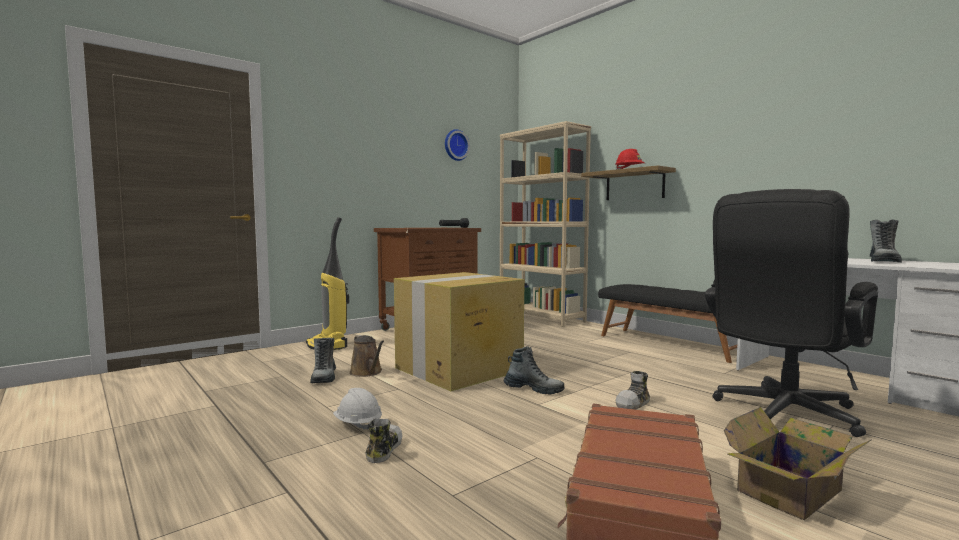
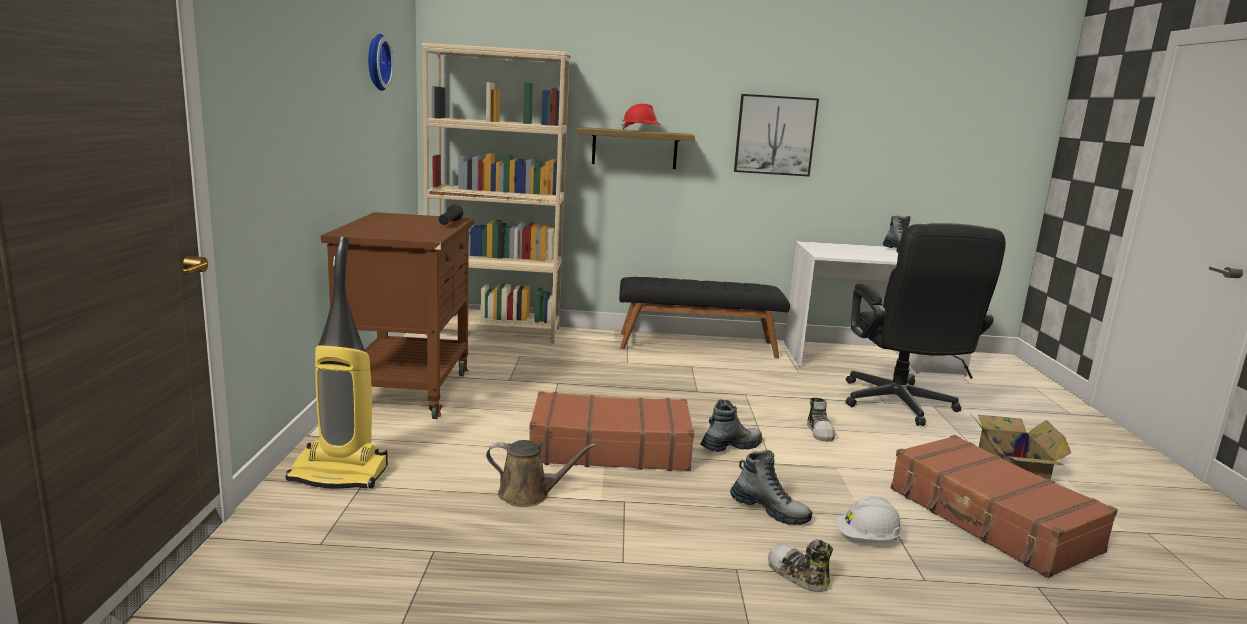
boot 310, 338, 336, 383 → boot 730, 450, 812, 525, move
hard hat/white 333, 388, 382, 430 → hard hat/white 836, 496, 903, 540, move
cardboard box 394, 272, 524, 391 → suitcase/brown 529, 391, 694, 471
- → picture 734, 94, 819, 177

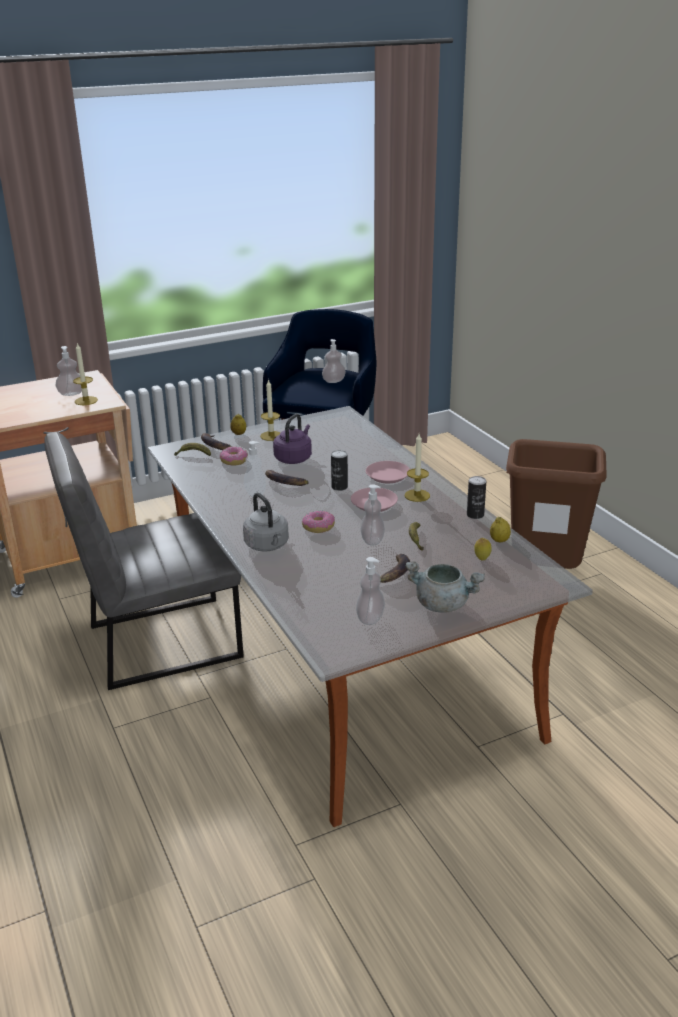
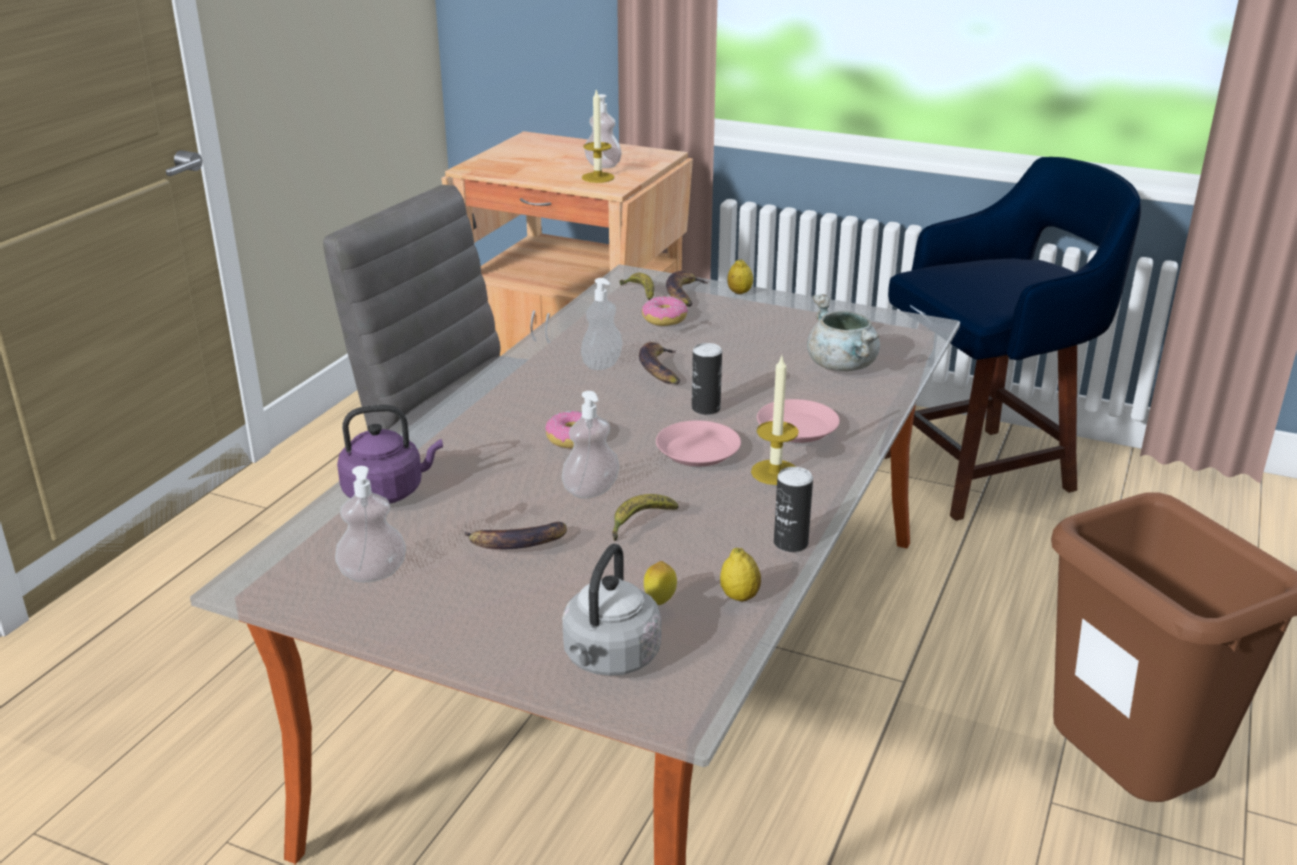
kettle/grey 243, 492, 289, 552 → kettle/grey 562, 544, 661, 676, move
candle 260, 379, 280, 441 → -
kettle/purple 273, 414, 312, 464 → kettle/purple 337, 405, 443, 504, move
soap dispenser 322, 339, 346, 383 → -
cooking pot/grey 405, 561, 485, 613 → cooking pot/grey 807, 294, 880, 371, move

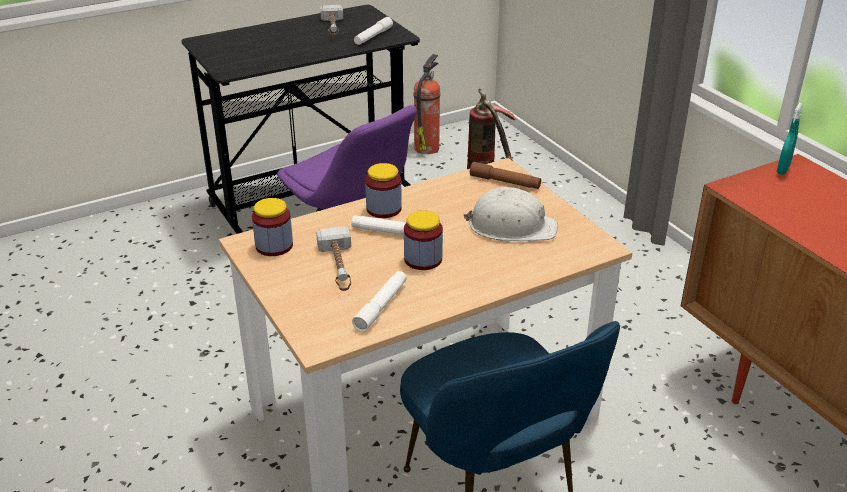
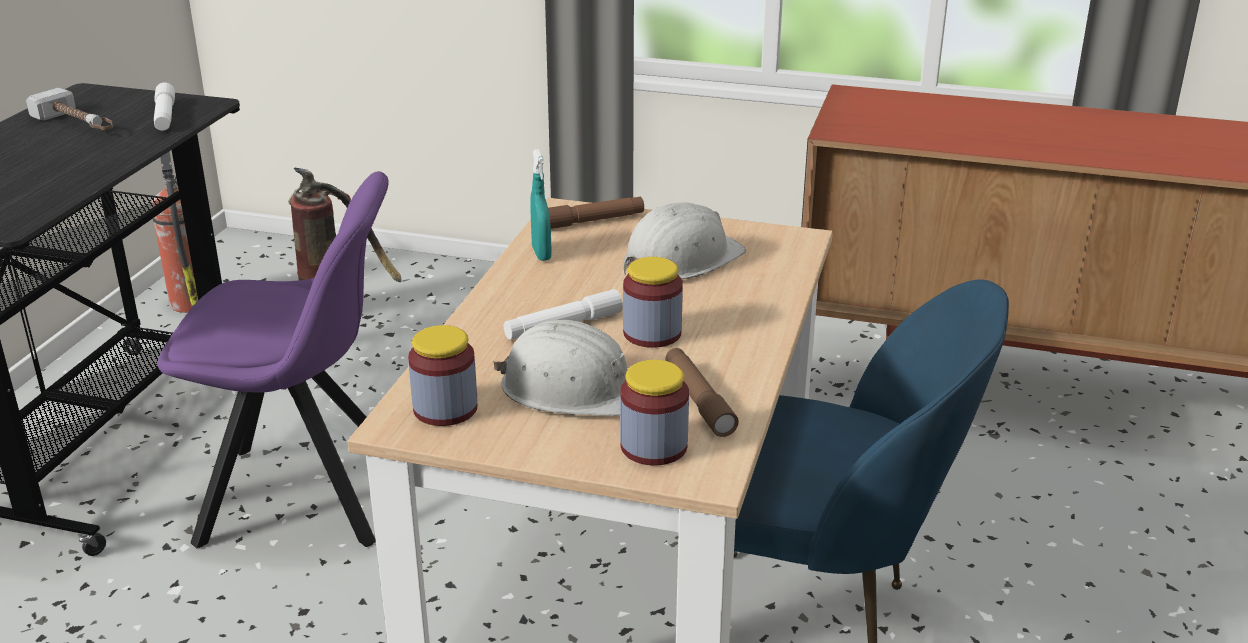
hammer 316, 226, 351, 291 → hard hat/white 493, 320, 628, 416
flashlight/white 352, 271, 407, 332 → flashlight/brown 665, 348, 739, 437
jar 365, 163, 402, 218 → jar 620, 360, 689, 465, move
spray bottle/turquoise 777, 103, 803, 175 → spray bottle/turquoise 530, 149, 551, 261, move

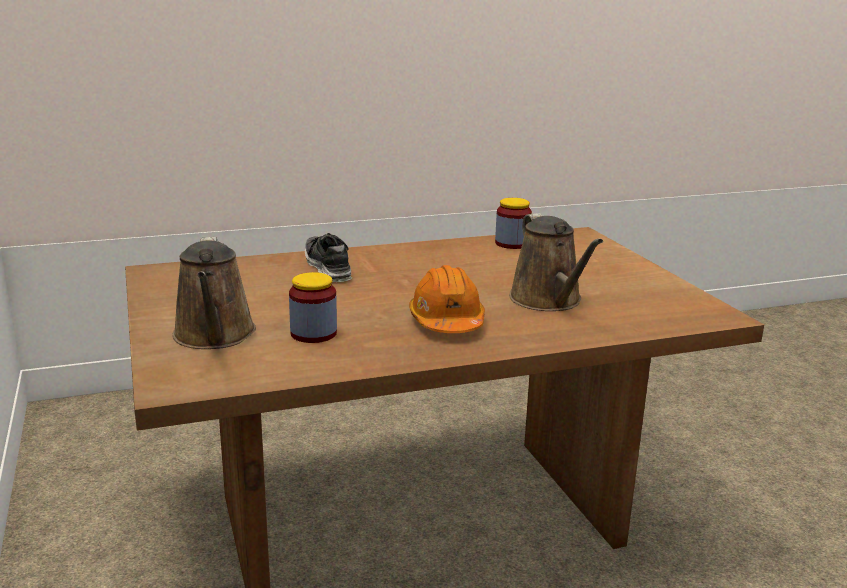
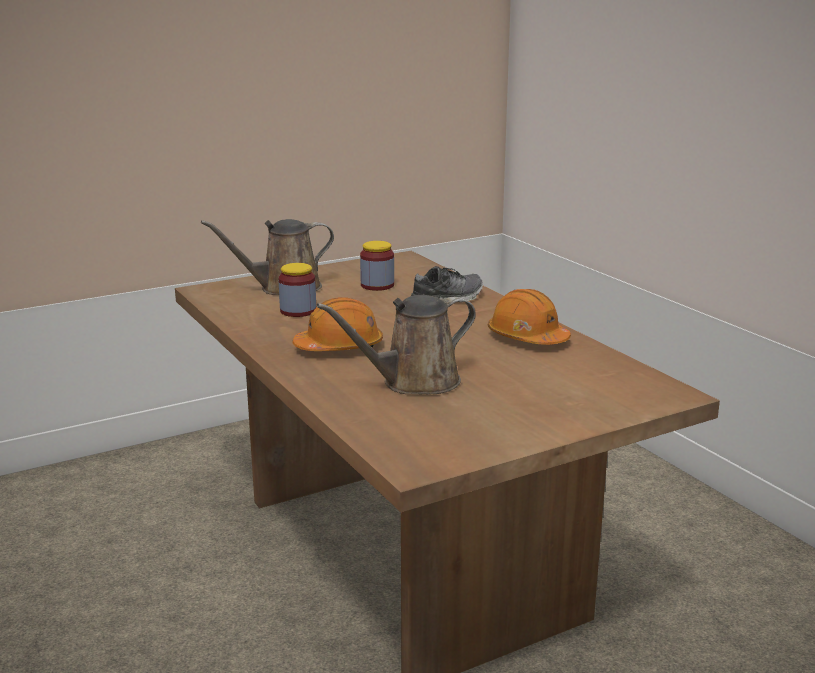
jar 495, 198, 532, 249 → jar 360, 241, 394, 291, move
- → hard hat/orange 488, 289, 571, 345

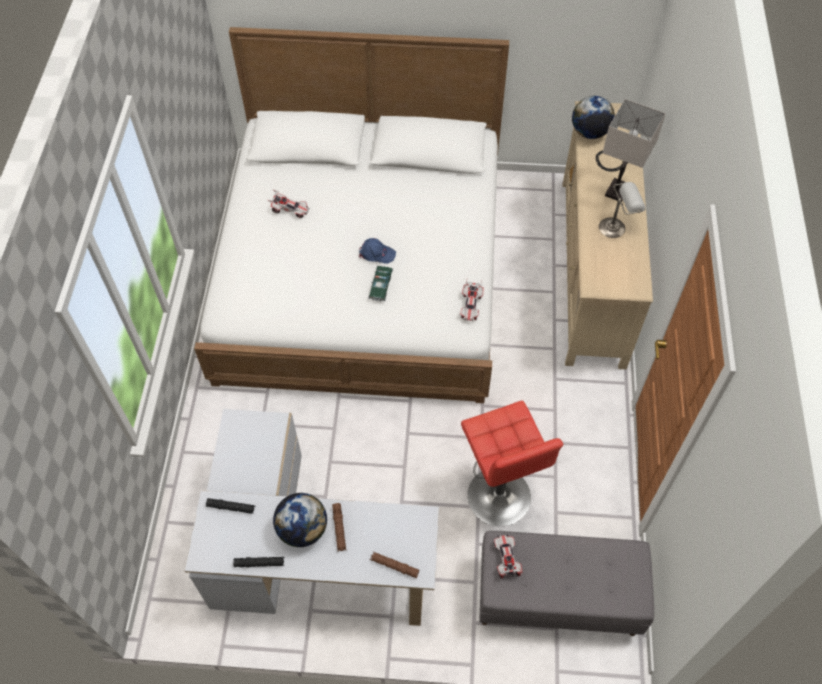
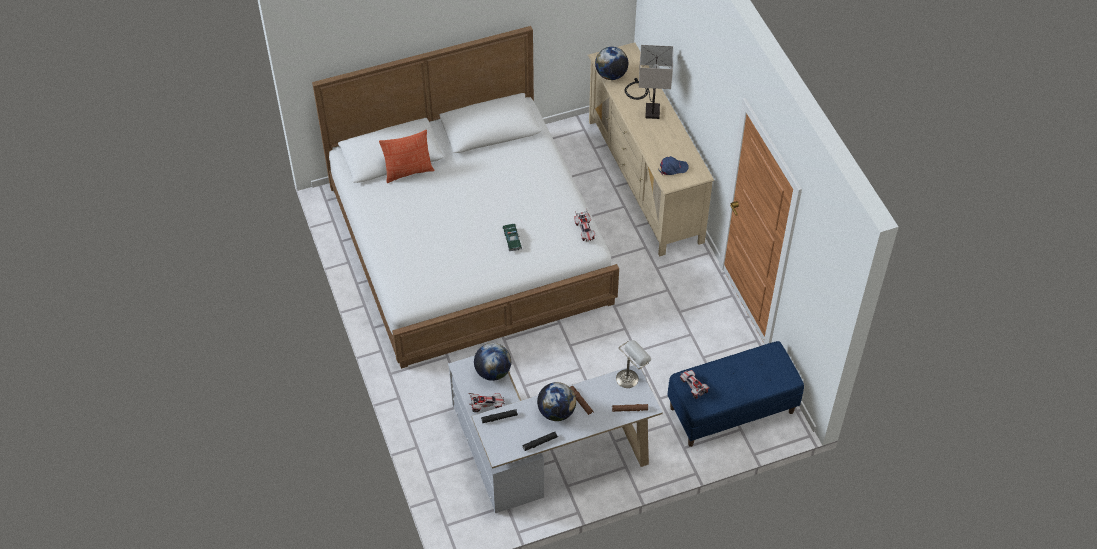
toy car 268, 190, 309, 218 → toy car 468, 393, 505, 412, move
cap/blue 359, 238, 396, 264 → cap/blue 658, 156, 688, 176, move
stool/red 461, 400, 563, 526 → -
bench/grey 479, 531, 654, 636 → bench/blue 667, 341, 804, 447
table lamp/white 599, 182, 646, 238 → table lamp/white 616, 340, 651, 388, move
- → pillow/orange 379, 130, 434, 183
- → globe 474, 343, 511, 381

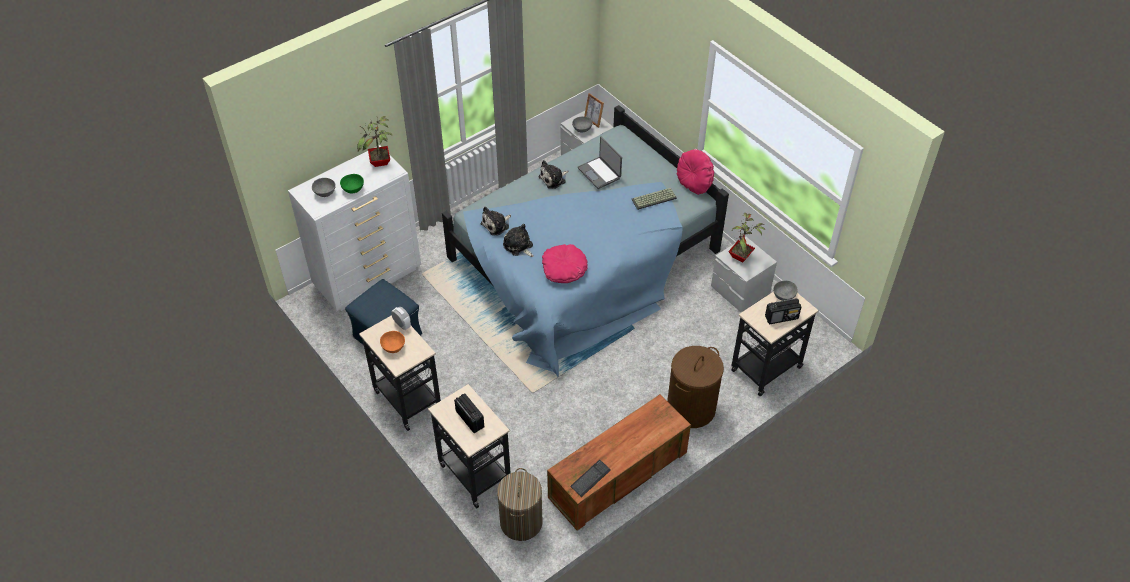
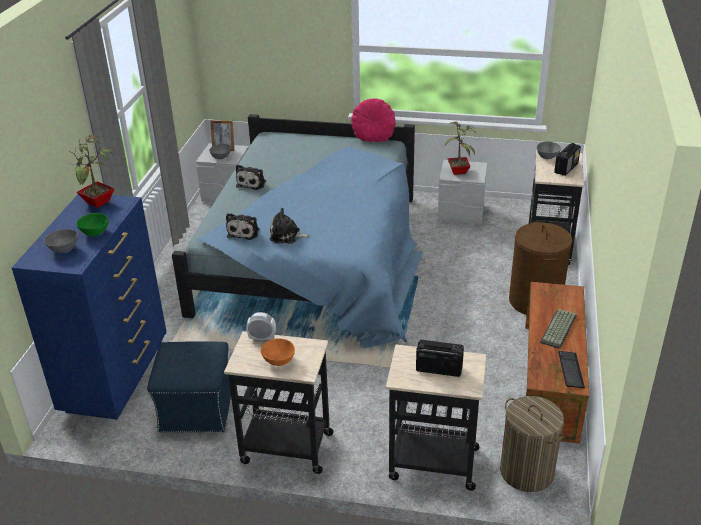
dresser/white 288, 145, 421, 311 → dresser/blue 12, 194, 167, 420
pillow/pink 542, 244, 587, 283 → -
laptop 578, 137, 622, 189 → -
keyboard 632, 188, 677, 210 → keyboard 540, 309, 577, 349, move

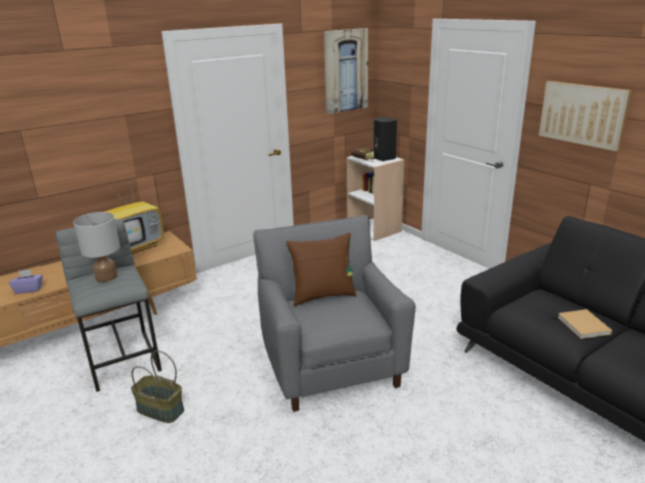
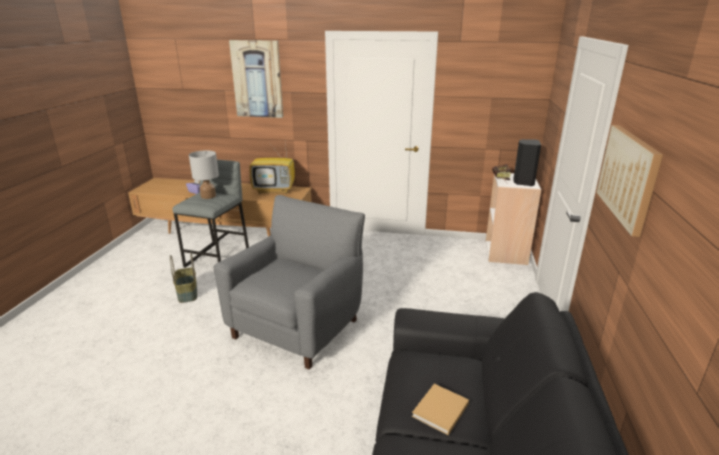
pillow/brown 286, 233, 357, 306 → -
picture 324, 28, 368, 114 → picture 229, 40, 283, 118, move

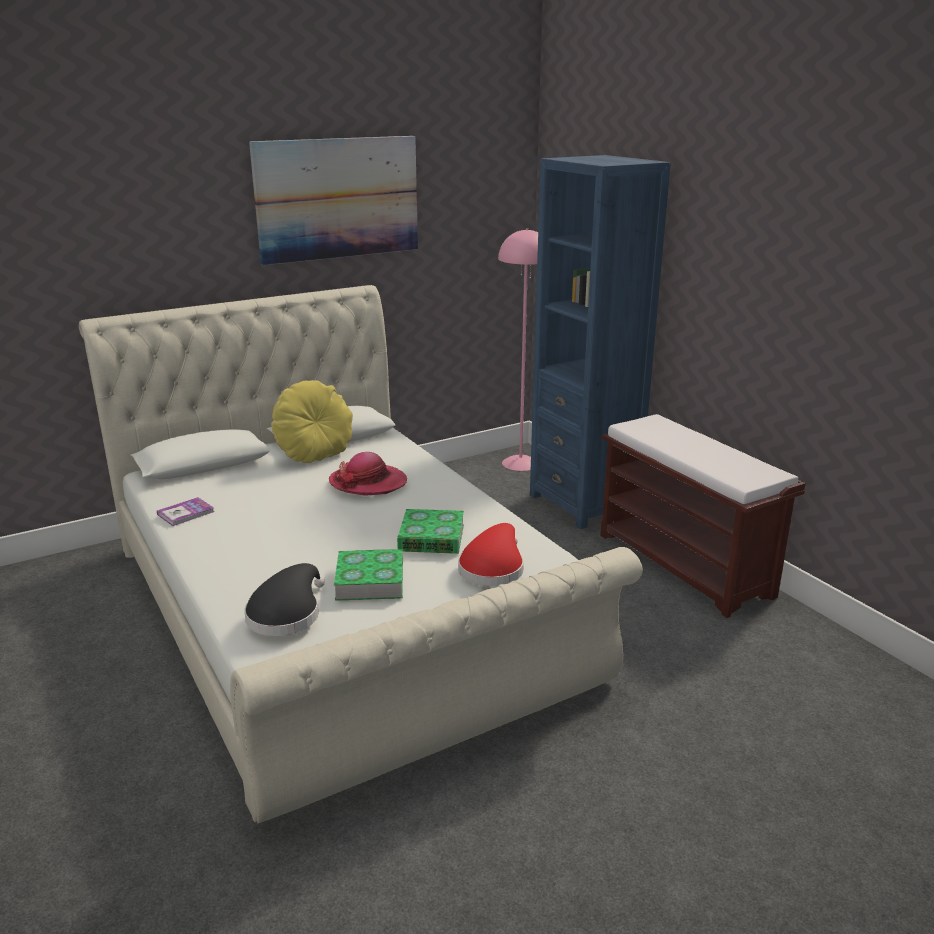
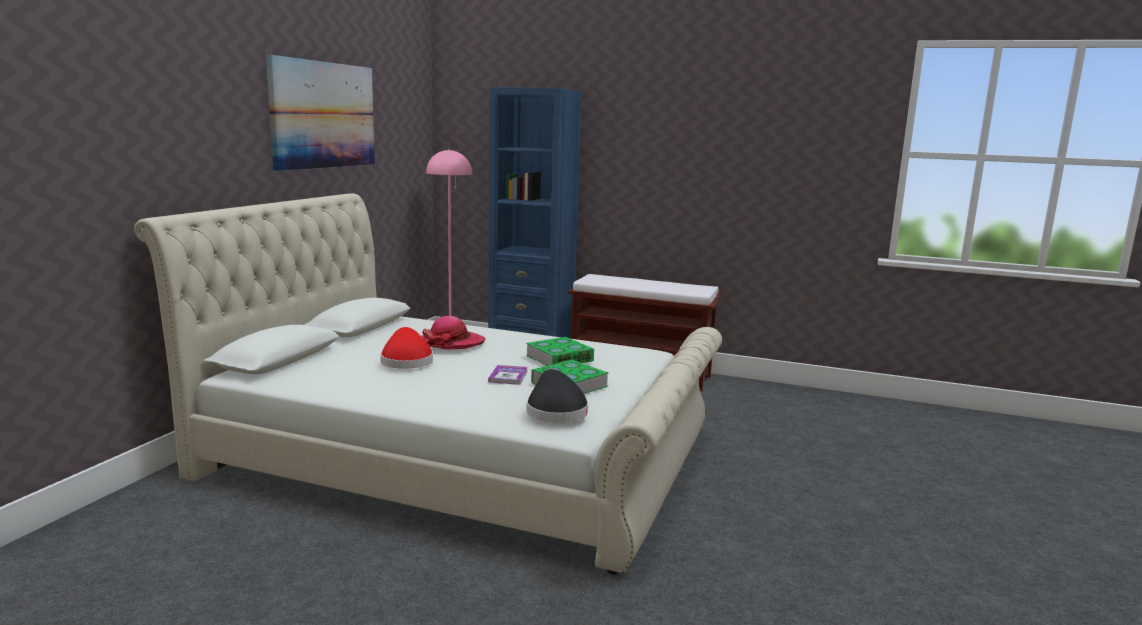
book 157, 497, 214, 526 → book 488, 365, 528, 385, move
pillow/yellow 271, 380, 353, 463 → -
hat/red 458, 523, 524, 586 → hat/red 380, 327, 433, 369, move

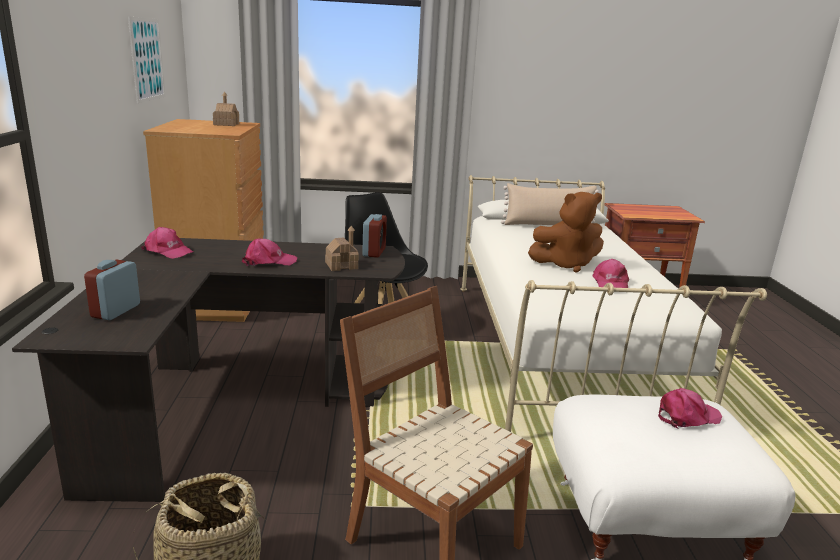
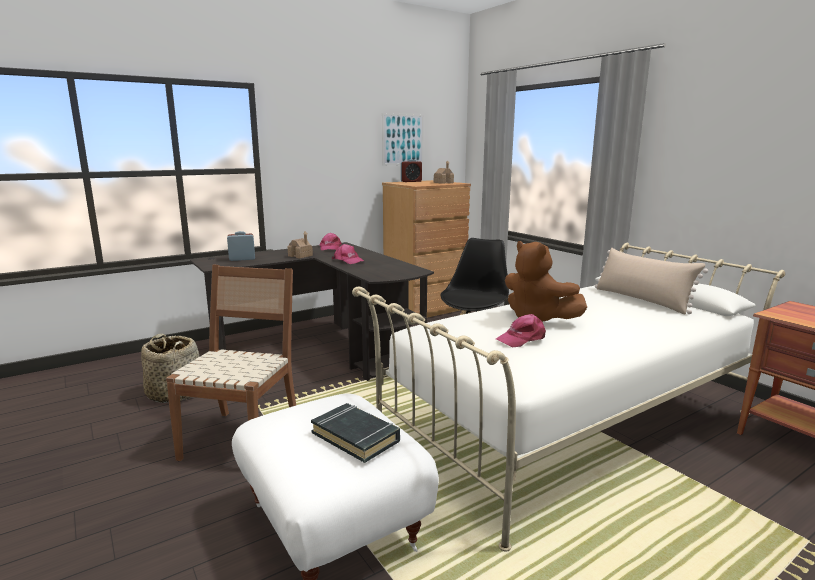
toy house 325, 226, 359, 271 → toy house 288, 231, 313, 259, move
alarm clock 362, 214, 387, 258 → alarm clock 401, 159, 422, 182, move
cap/pink 658, 388, 722, 429 → book/black 311, 403, 400, 463

